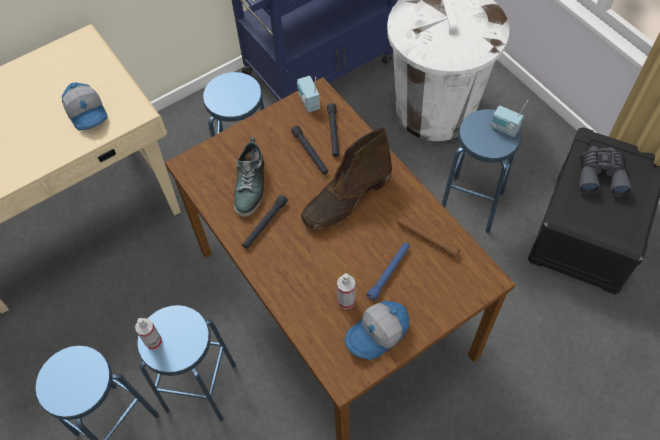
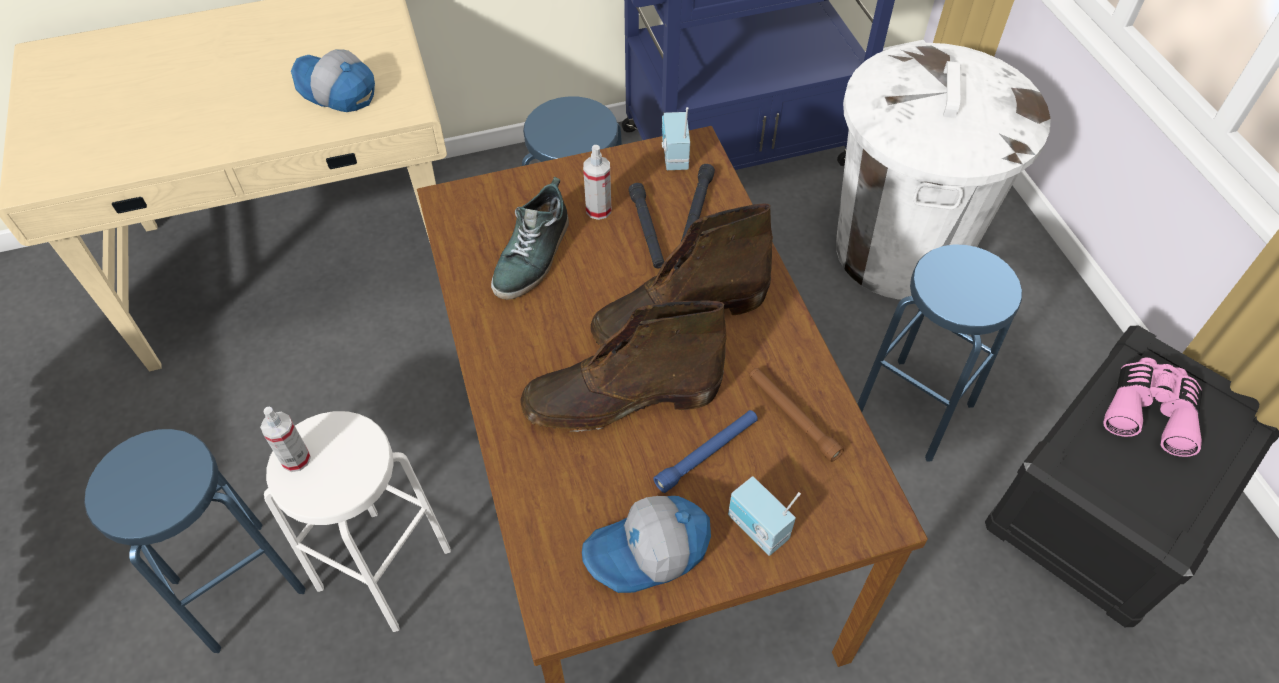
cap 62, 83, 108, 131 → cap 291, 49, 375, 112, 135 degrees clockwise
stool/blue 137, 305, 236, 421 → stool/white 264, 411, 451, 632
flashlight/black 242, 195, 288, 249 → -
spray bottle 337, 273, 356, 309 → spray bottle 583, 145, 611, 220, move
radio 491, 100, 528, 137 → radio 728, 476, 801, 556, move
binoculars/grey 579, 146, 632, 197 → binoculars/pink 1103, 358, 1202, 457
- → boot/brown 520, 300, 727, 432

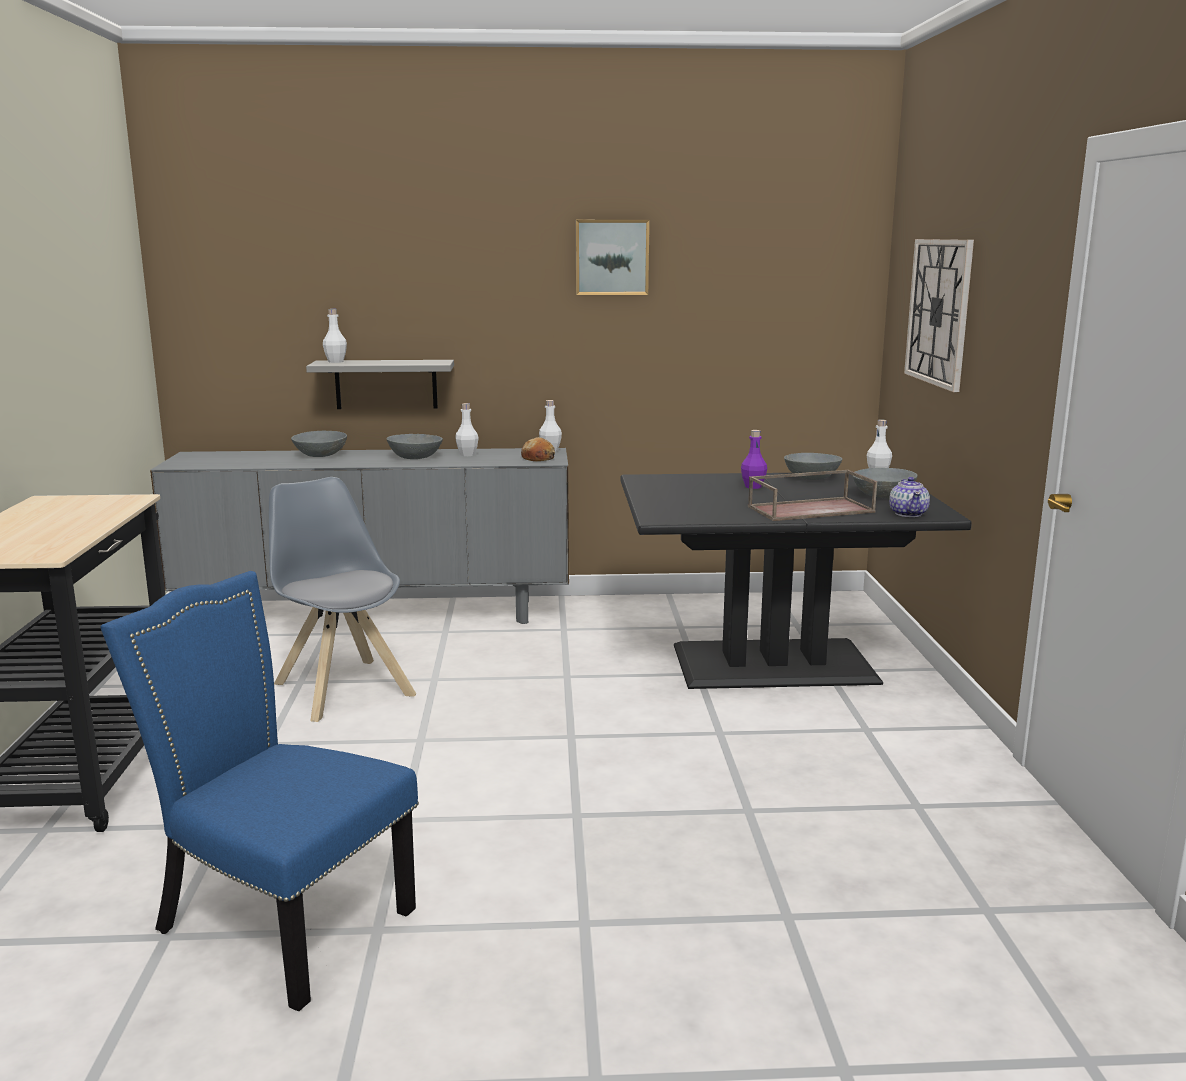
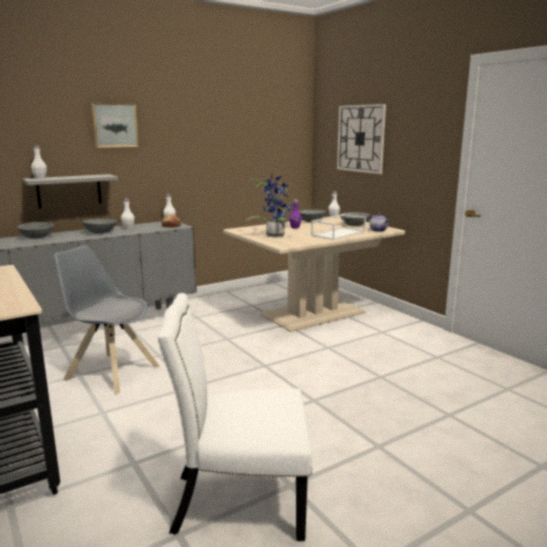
chair/blue 101, 571, 419, 1011 → chair/white 158, 293, 312, 541
picture 576, 220, 649, 295 → picture 91, 103, 139, 148, move
dining table/black 621, 473, 972, 689 → dining table/beige 223, 216, 405, 332
tray/brown 748, 470, 877, 521 → tray/white 311, 214, 366, 240
- → potted plant 245, 174, 299, 237

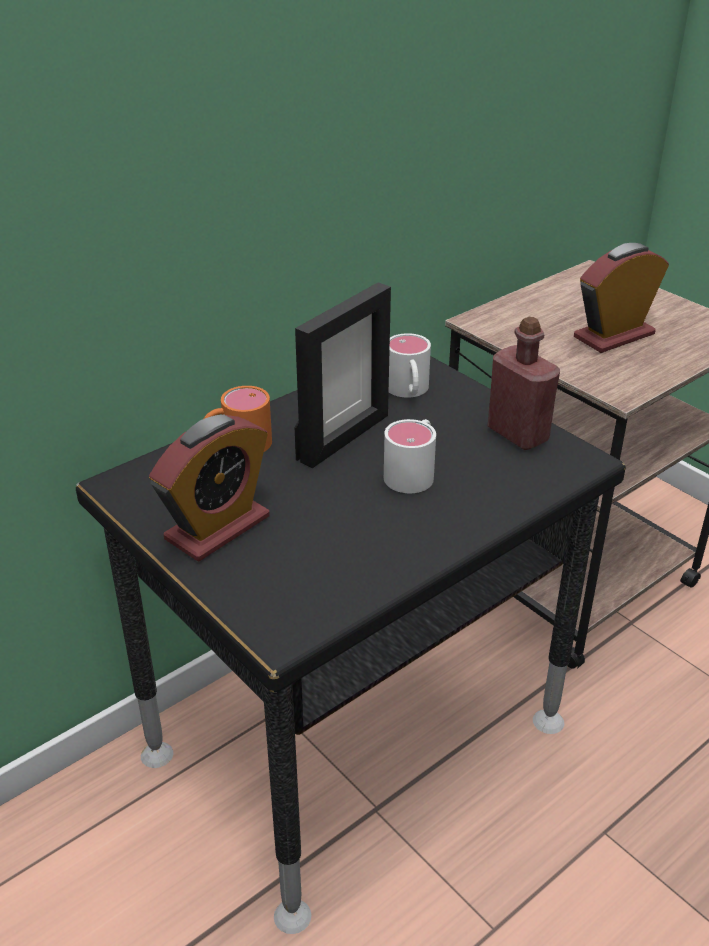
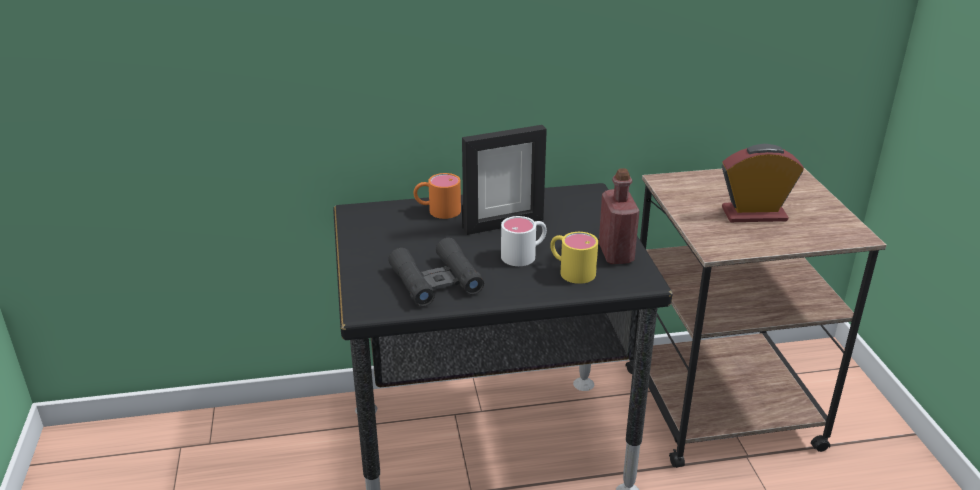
alarm clock 149, 415, 270, 561 → -
mug/white 389, 333, 431, 398 → -
- → binoculars/black 388, 238, 484, 306
- → mug/yellow 550, 232, 598, 284

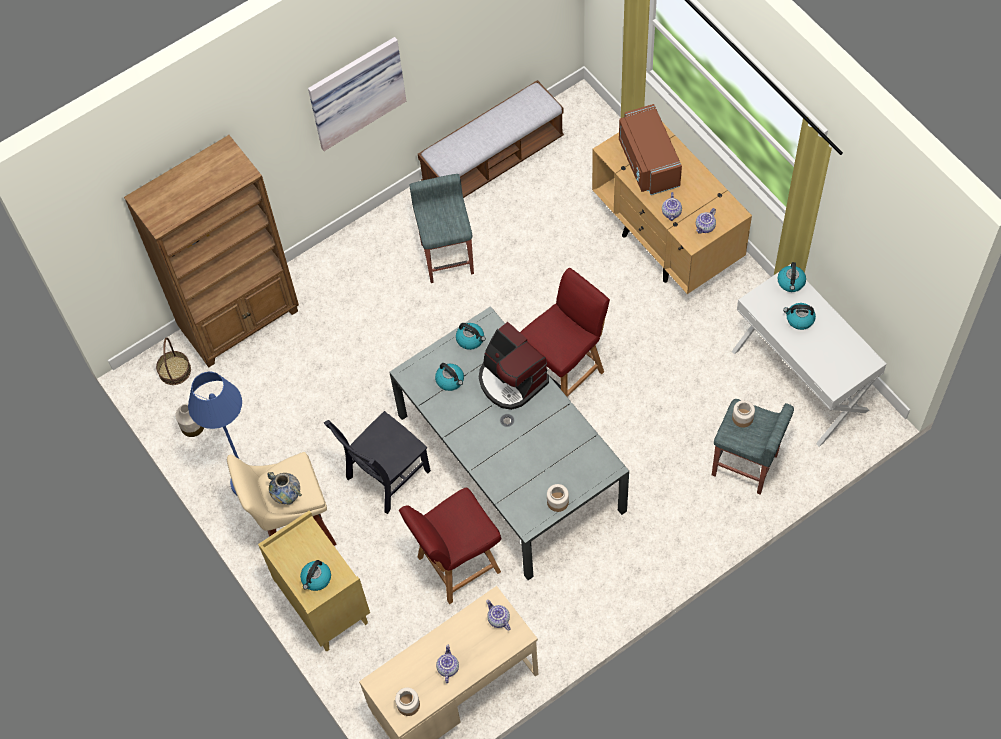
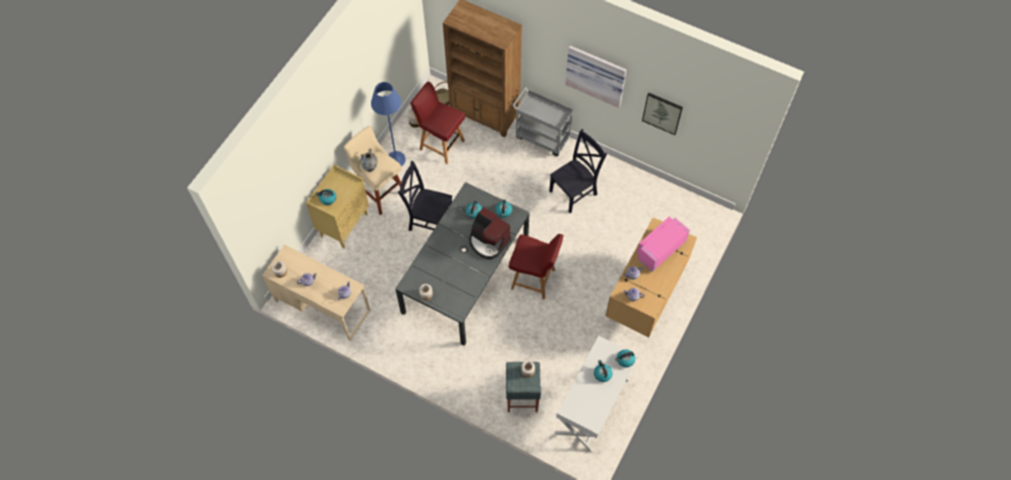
chair/red 399, 487, 501, 604 → chair/red 410, 81, 465, 164, move
stool/grey 410, 174, 474, 283 → chair/black 549, 129, 607, 213
bench 418, 80, 564, 198 → -
coffee machine 479, 322, 549, 410 → coffee machine 469, 207, 512, 259, 75 degrees counterclockwise
microwave/brown 619, 104, 682, 195 → microwave/pink 637, 217, 690, 272
- → cart/grey 512, 86, 573, 156
- → picture 642, 93, 683, 135

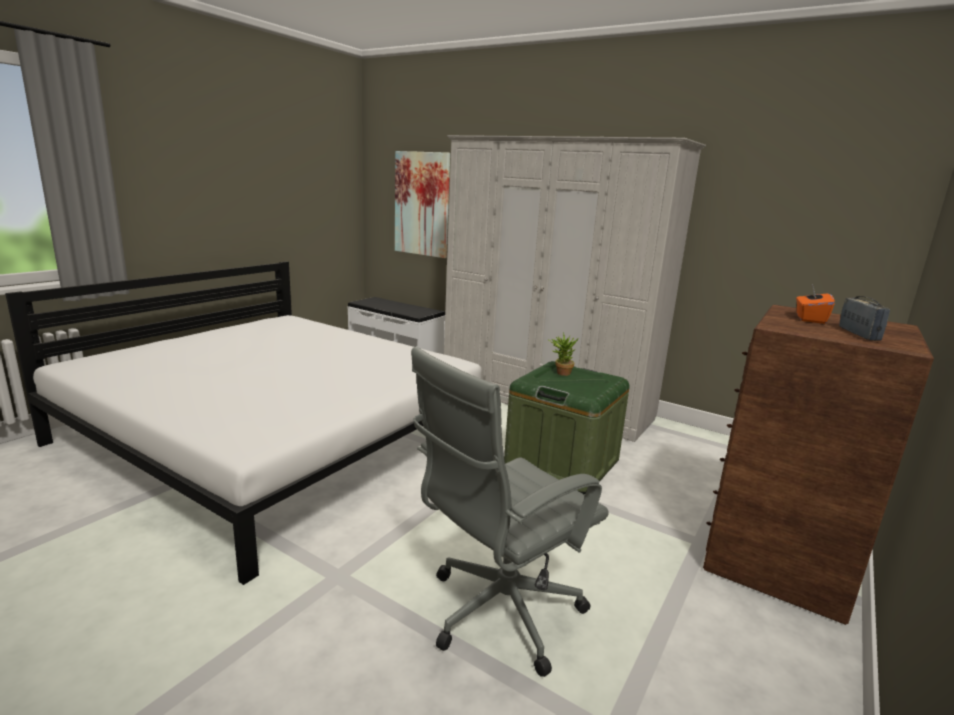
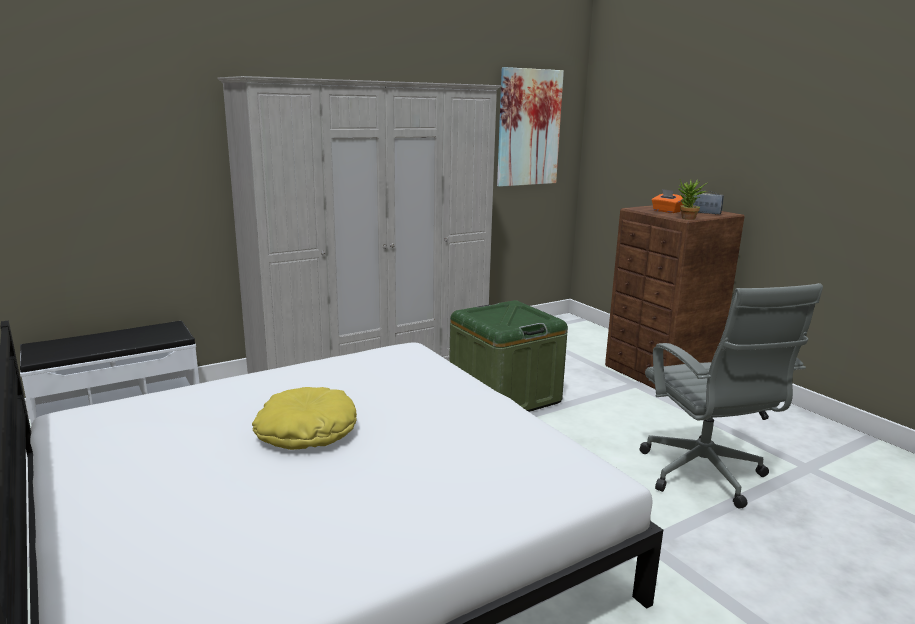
picture 395, 151, 450, 258 → picture 497, 67, 564, 187, move
potted plant 549, 332, 579, 376 → potted plant 678, 179, 707, 220, move
- → pillow/yellow 252, 387, 357, 450

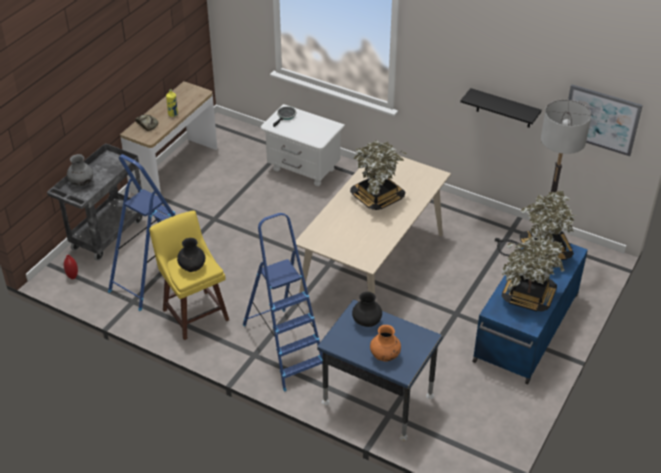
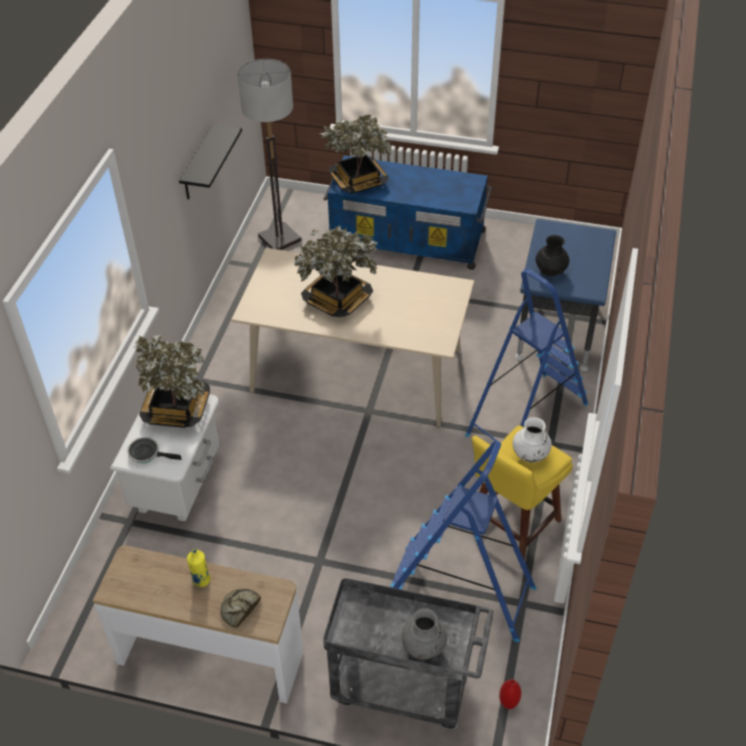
vase/black 177, 238, 205, 272 → vase/white 513, 417, 552, 463
vase/orange 370, 325, 401, 361 → -
potted plant 501, 237, 565, 312 → potted plant 134, 335, 210, 428, move
picture 568, 85, 643, 156 → -

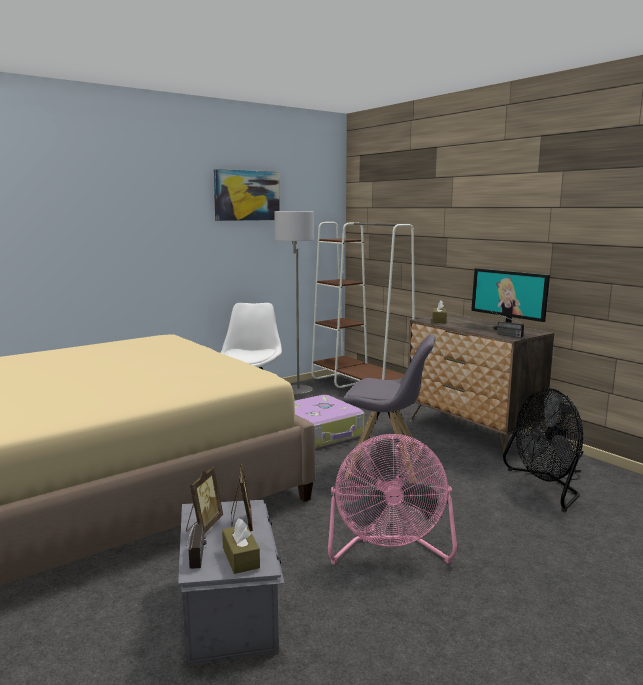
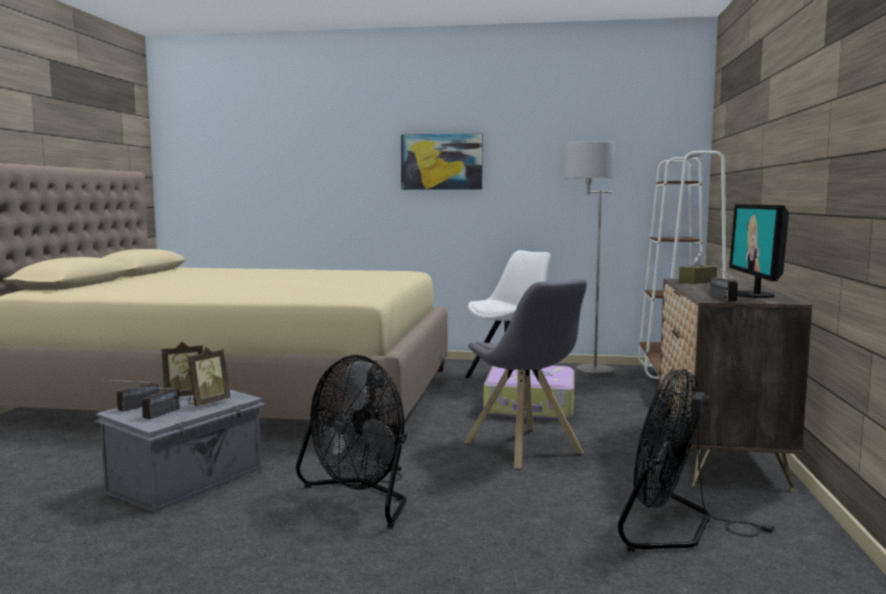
picture 213, 169, 280, 221 → picture 401, 134, 483, 190, move
tissue box/brown 222, 518, 260, 574 → radio 135, 388, 180, 419
fan/pink 328, 434, 457, 565 → fan/black 296, 355, 407, 528

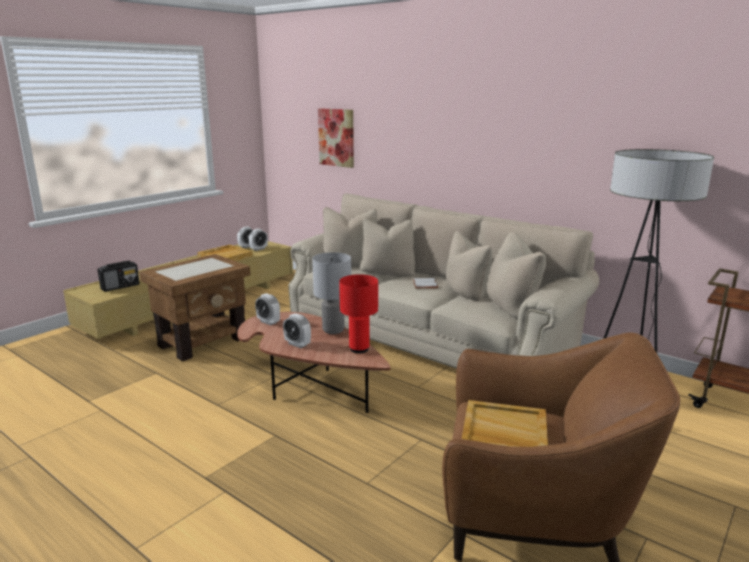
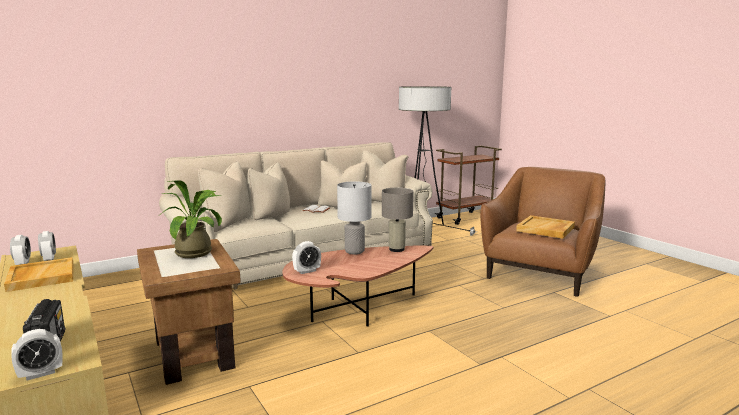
alarm clock 283, 313, 311, 348 → alarm clock 11, 329, 63, 381, move
picture 318, 108, 354, 168 → -
table lamp/red 339, 274, 378, 354 → table lamp/grey 382, 188, 413, 252
- → potted plant 161, 180, 222, 258

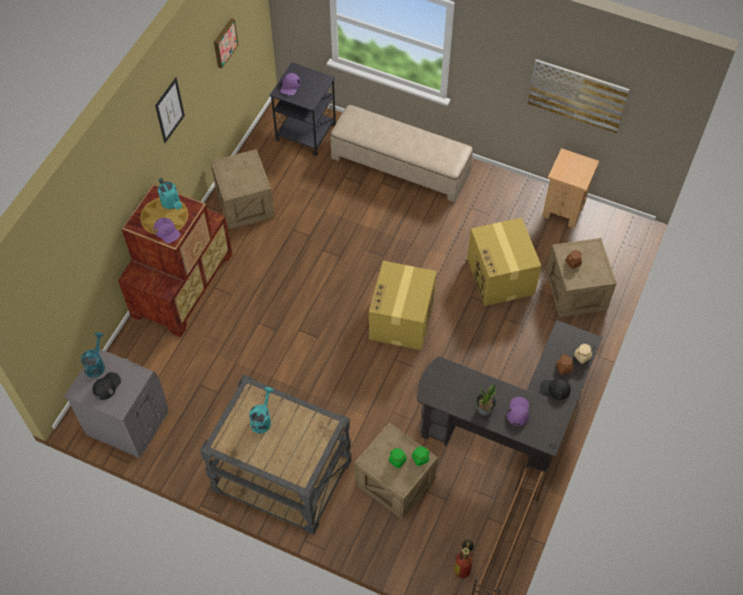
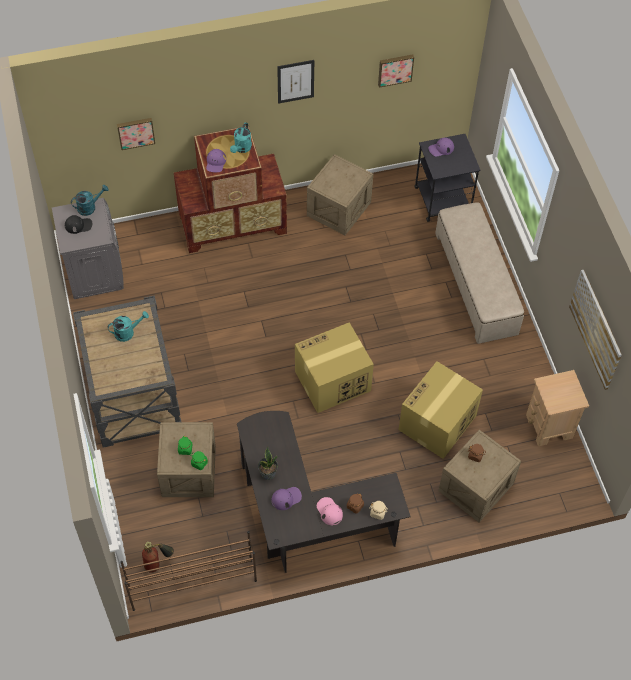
cap/black 540, 378, 571, 400 → cap/pink 317, 497, 343, 525
- → picture 117, 118, 155, 150

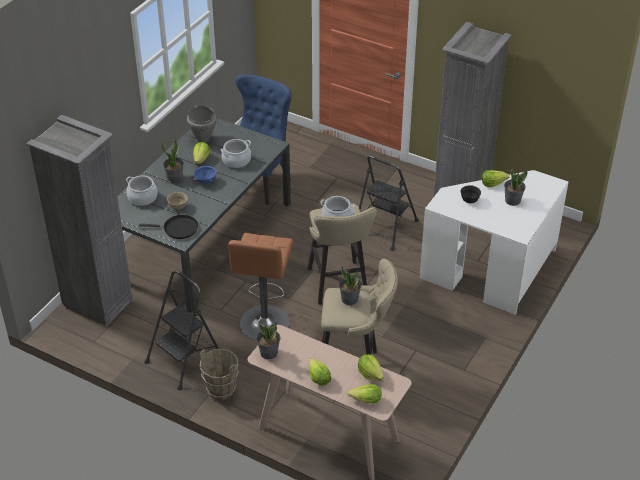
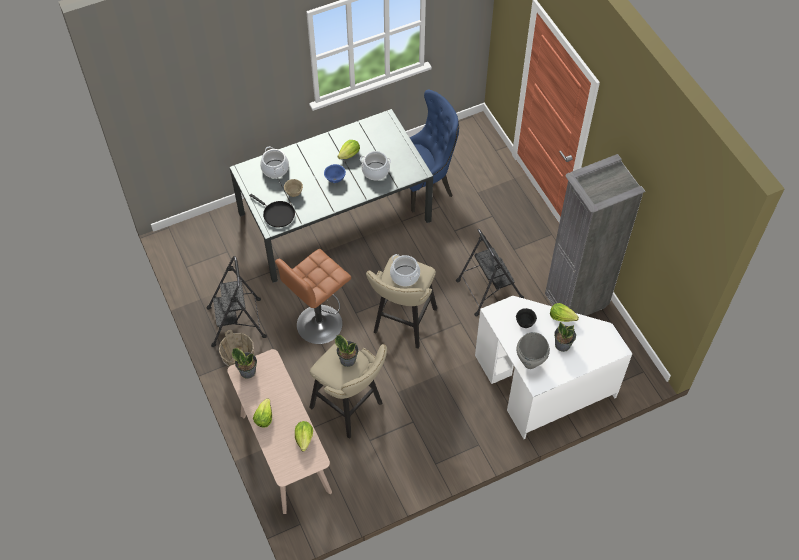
cabinet/grey 26, 115, 133, 326 → -
potted plant 162, 137, 184, 183 → -
cooking pot/grey 187, 105, 217, 143 → cooking pot/grey 516, 332, 550, 369, move
lettuce 348, 384, 382, 404 → -

